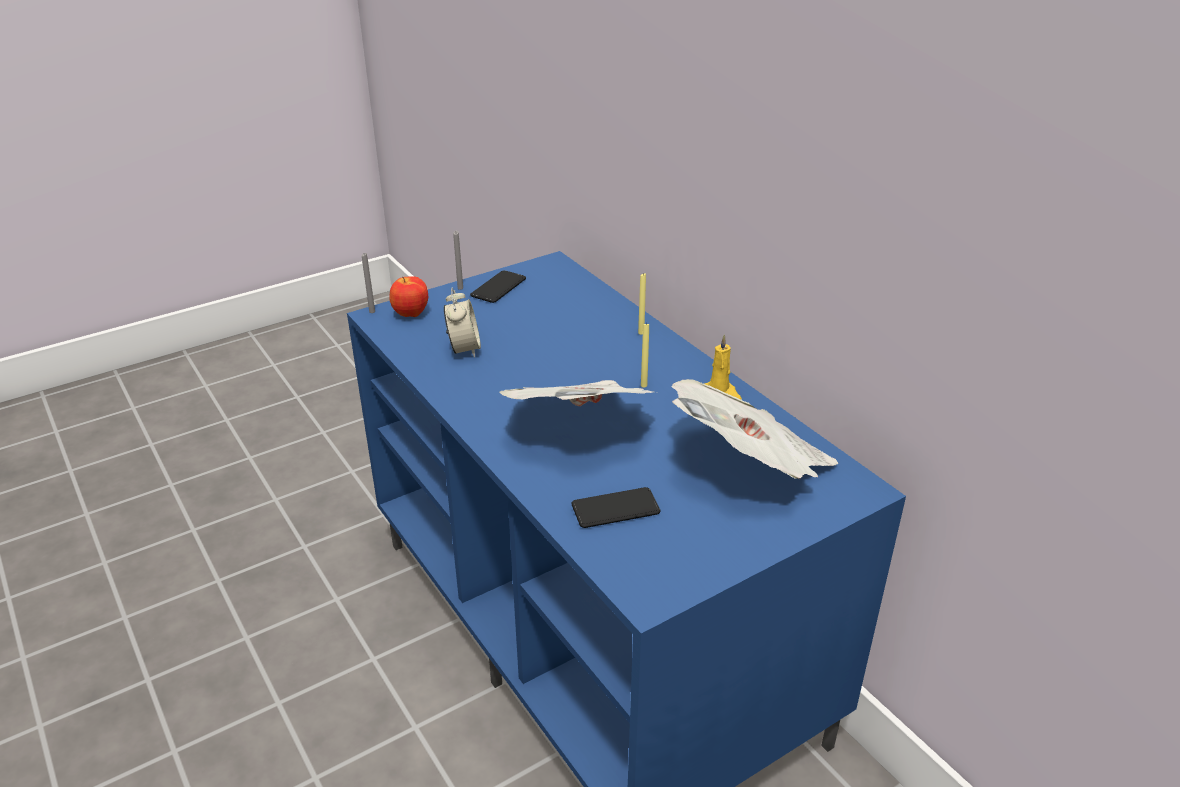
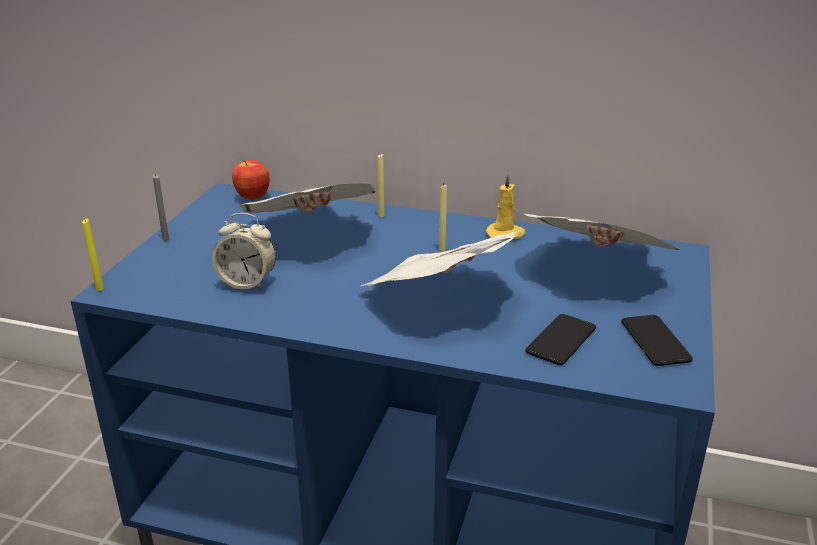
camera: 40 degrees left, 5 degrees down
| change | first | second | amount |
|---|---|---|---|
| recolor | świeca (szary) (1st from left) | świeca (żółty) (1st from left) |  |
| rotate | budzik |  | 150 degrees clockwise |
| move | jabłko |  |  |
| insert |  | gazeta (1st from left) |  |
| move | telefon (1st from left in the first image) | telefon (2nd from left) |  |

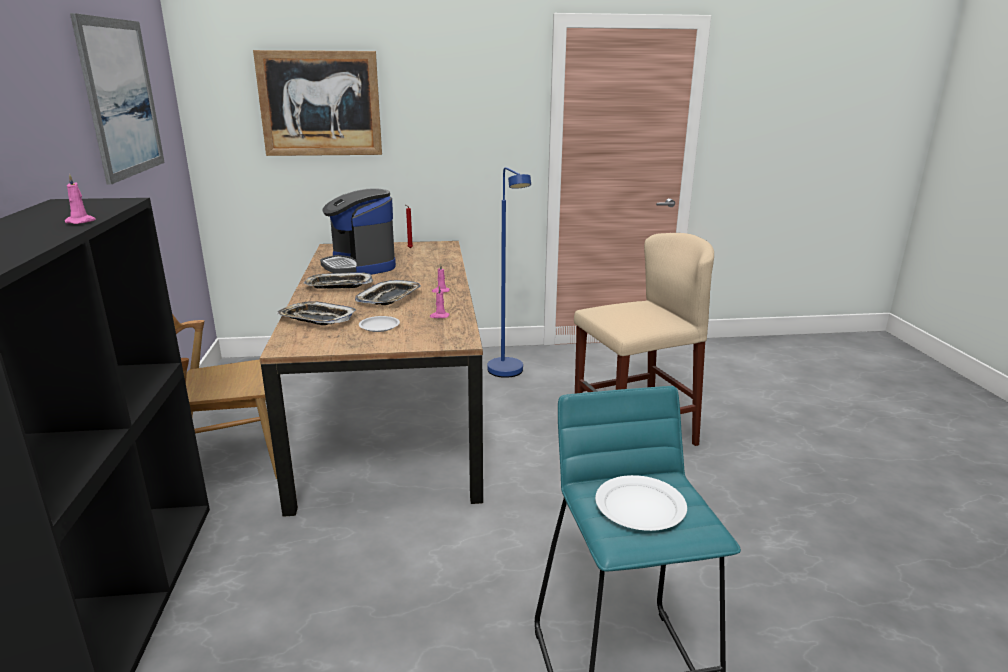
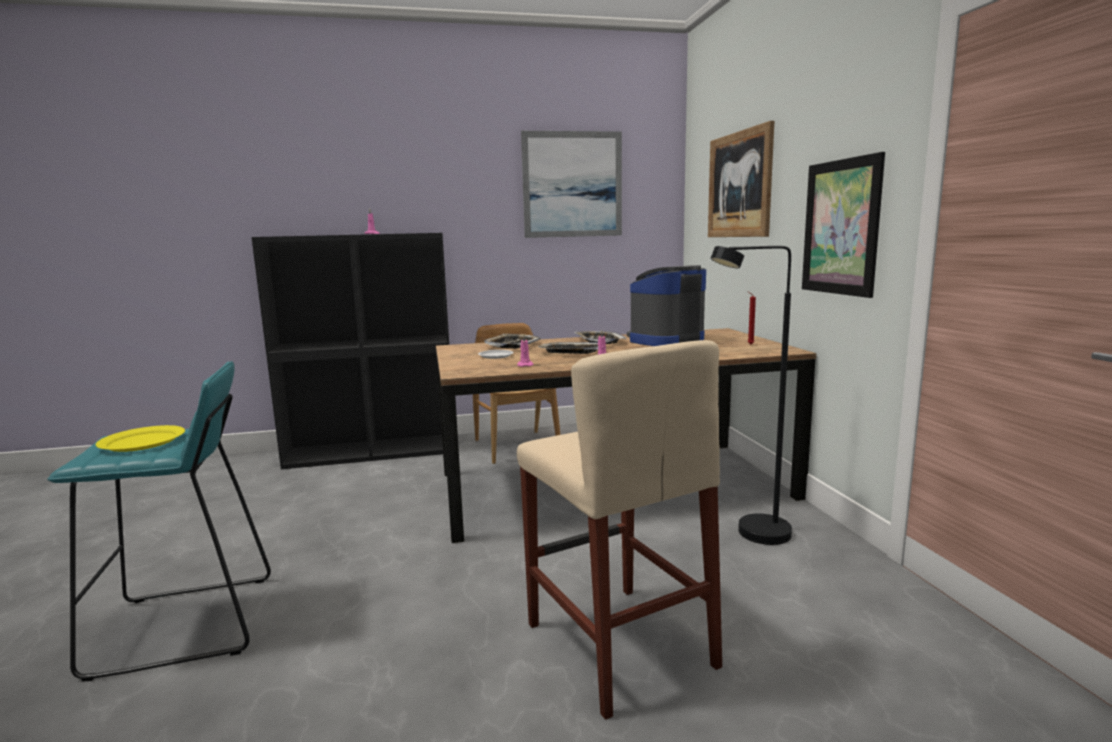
camera: 85 degrees right, 10 degrees down
| change | first | second | amount |
|---|---|---|---|
| recolor | talerz (biały) (2nd from left) | talerz (żółty) |  |
| recolor | lampa stojąca (niebieski) | lampa stojąca (czarny) |  |
| insert |  | obraz (3rd from left) |  |

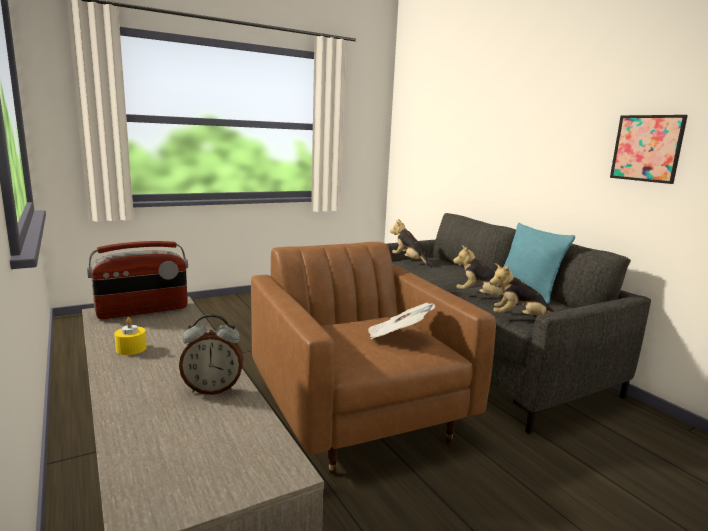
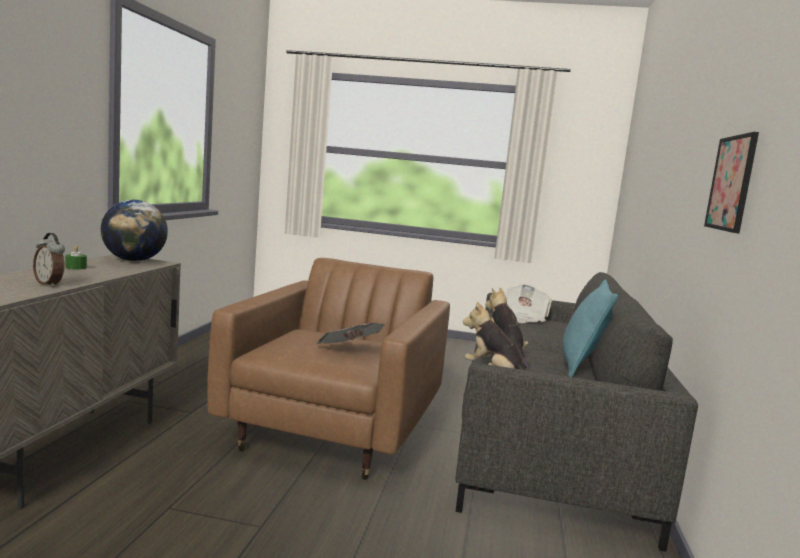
camera: 40 degrees right, 5 degrees down
| change | first | second | amount |
|---|---|---|---|
| recolor | świeca (żółty) | świeca (zielony) |  |
| replace | radio | globus |  |
| replace | pluszak (1st from left) | gazeta (2nd from left) |  |

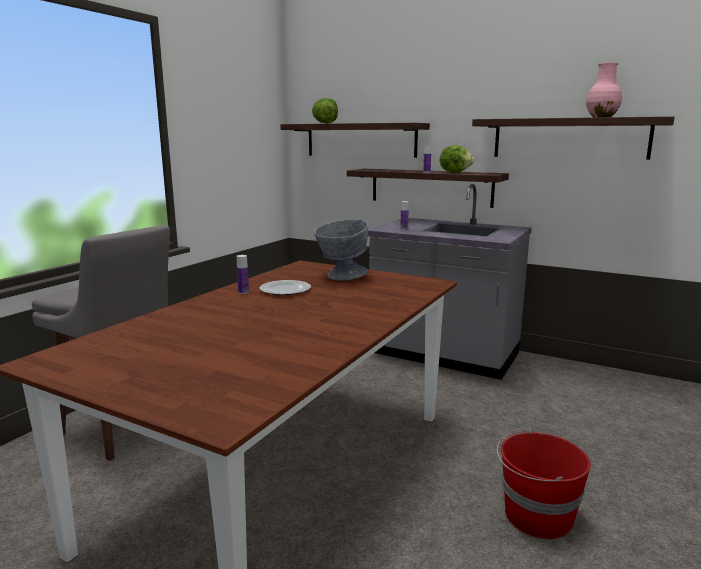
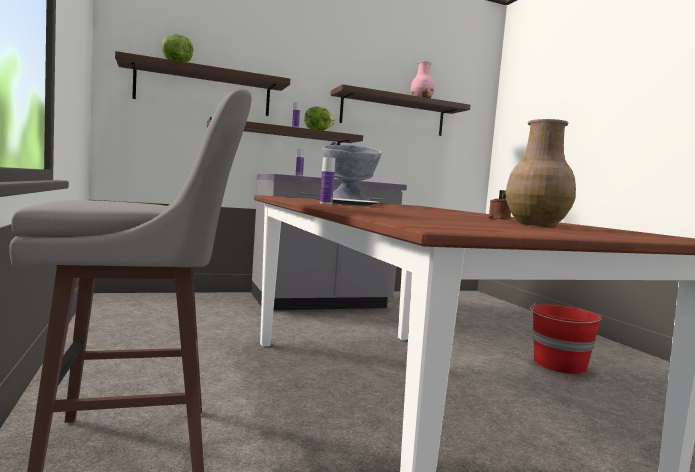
camera: 50 degrees left, 10 degrees down
| change | first | second | amount |
|---|---|---|---|
| insert |  | świeca (brązowy) |  |
| insert |  | wazon (brązowy) |  |

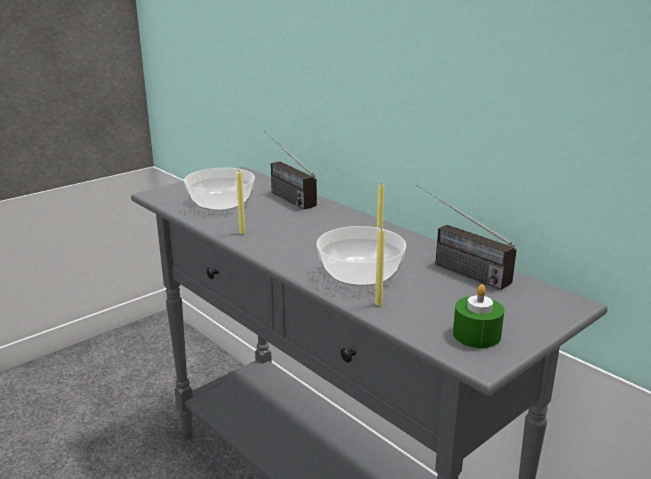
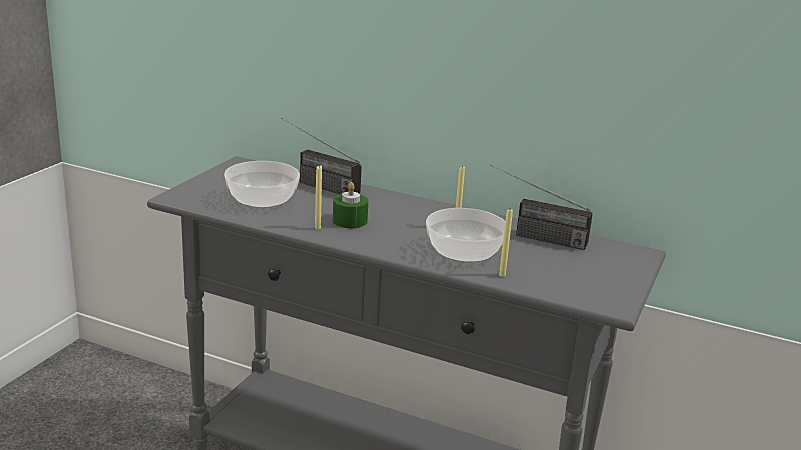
camera: 25 degrees left, 0 degrees up
| change | first | second | amount |
|---|---|---|---|
| move | świeca (zielony) |  |  |

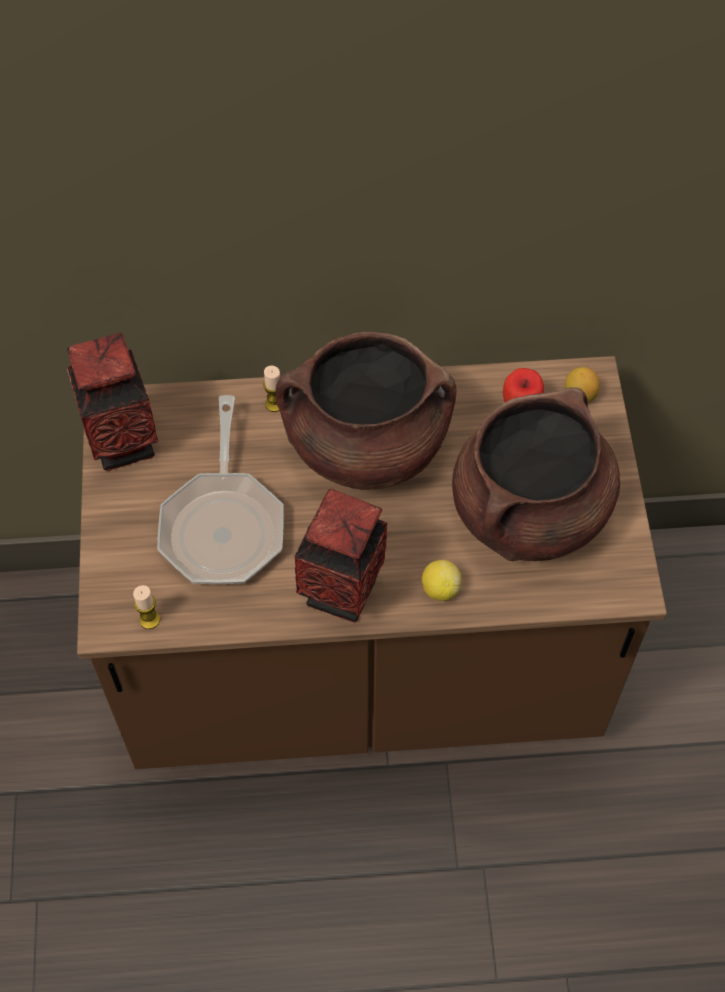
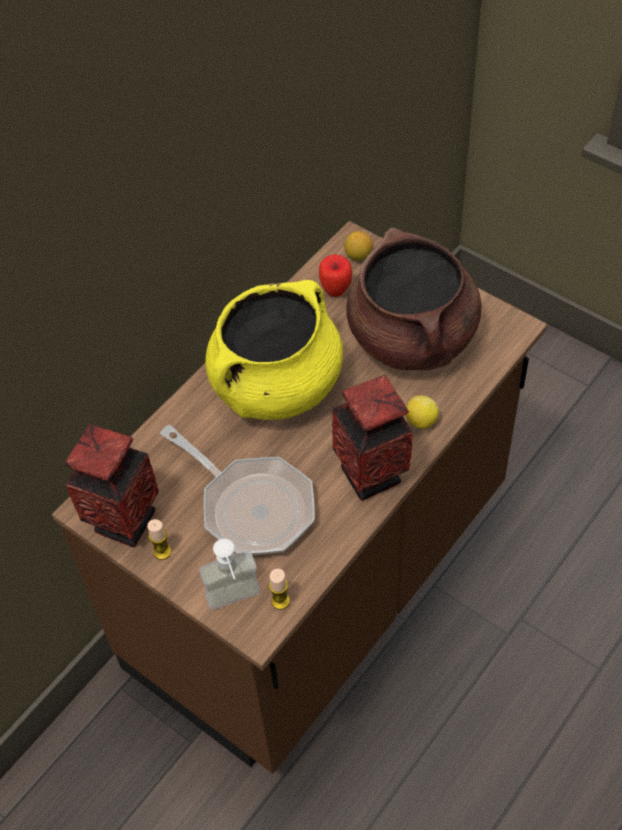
camera: 45 degrees left, 5 degrees down
| change | first | second | amount |
|---|---|---|---|
| move | świeca (2nd from left in the first image) | świeca (1st from left) |  |
| insert |  | dozownik mydła |  |
| recolor | garnek (brązowy) (1st from left) | garnek (żółty) |  |

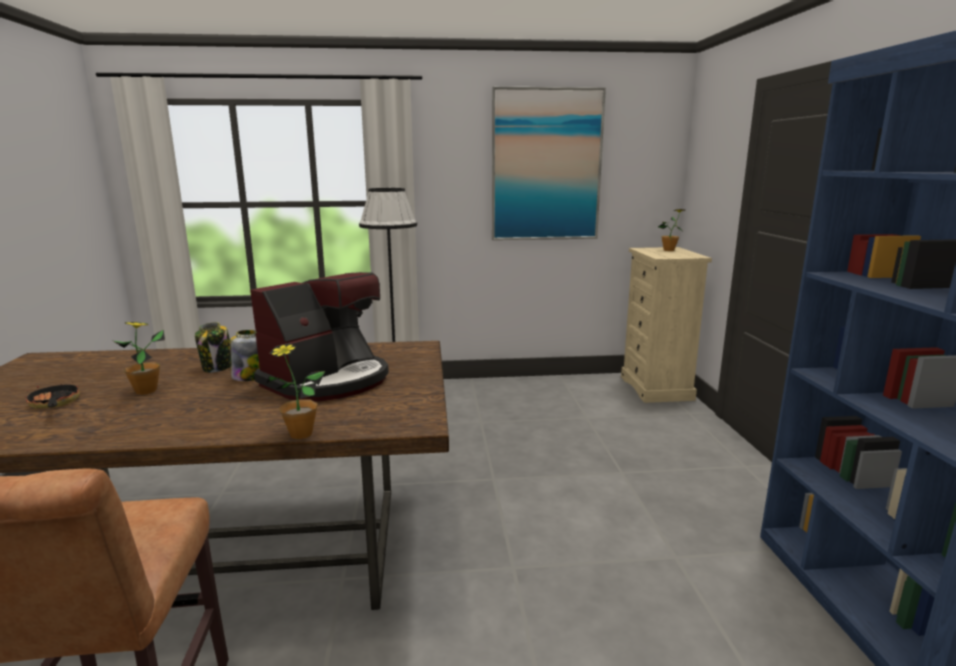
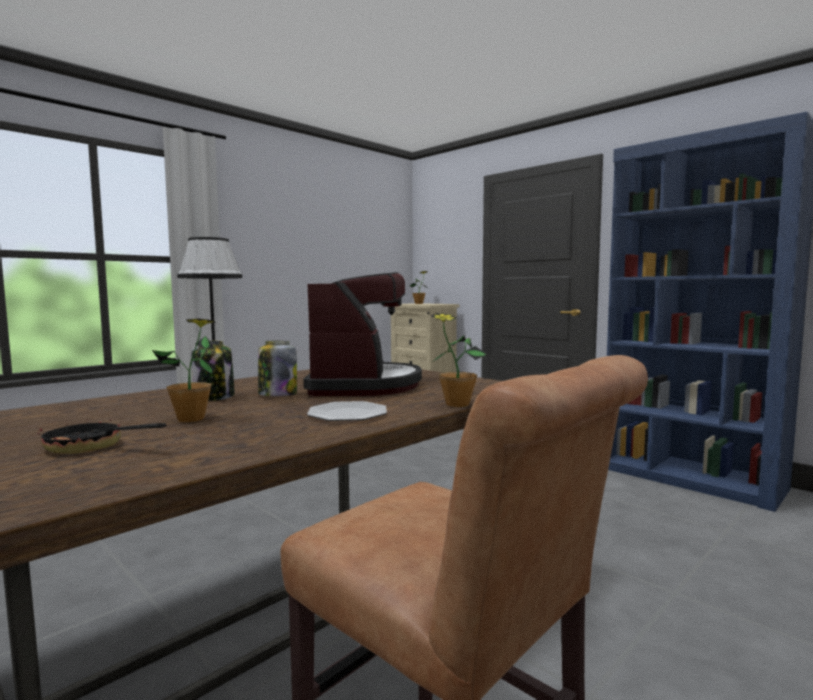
camera: 40 degrees left, 10 degrees down
| change | first | second | amount |
|---|---|---|---|
| insert |  | talerz |  |
| delete | obraz |  |  |

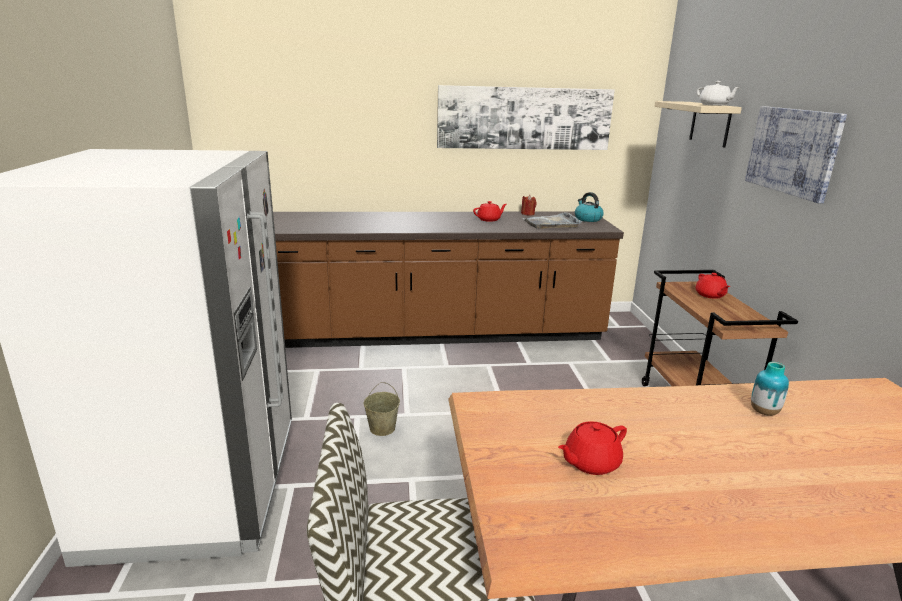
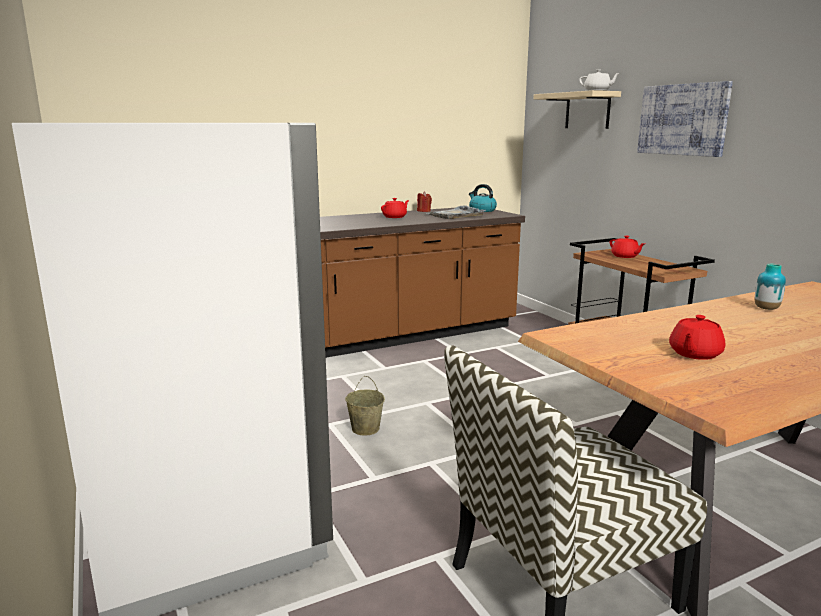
camera: 20 degrees left, 5 degrees down
| change | first | second | amount |
|---|---|---|---|
| delete | obraz (1st from left) |  |  |

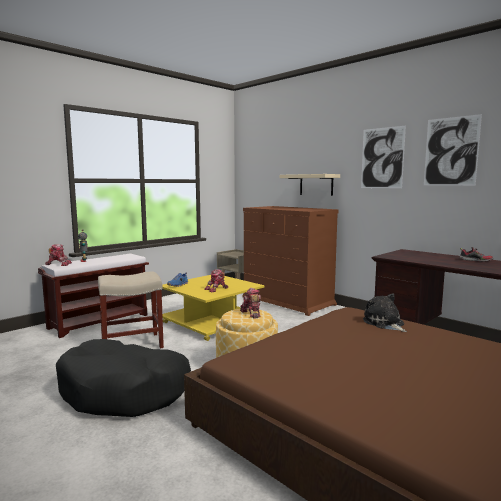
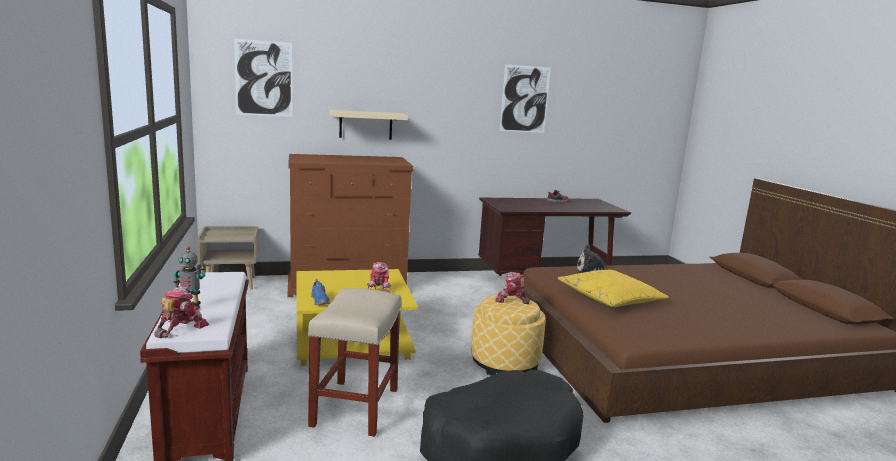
camera: 60 degrees left, 5 degrees up
| change | first | second | amount |
|---|---|---|---|
| move | obraz (1st from left) |  |  |
| insert |  | poduszka (żółty) |  |

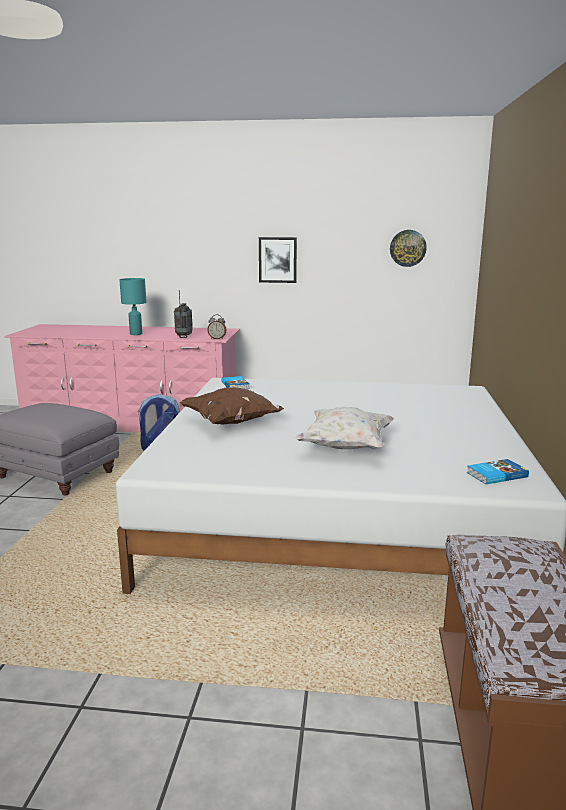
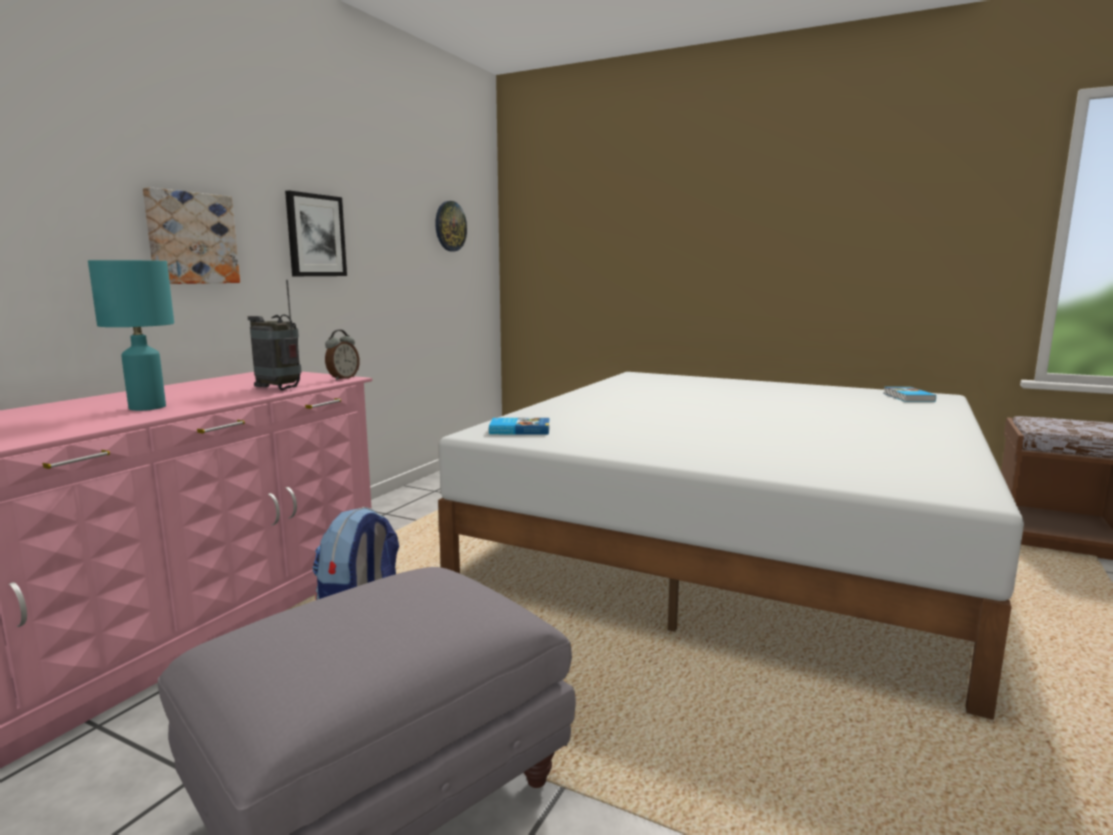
camera: 70 degrees left, 5 degrees down
| change | first | second | amount |
|---|---|---|---|
| insert |  | obraz (1st from left) |  |
| delete | poduszka (brązowy) |  |  |
| delete | poduszka (biały) |  |  |

